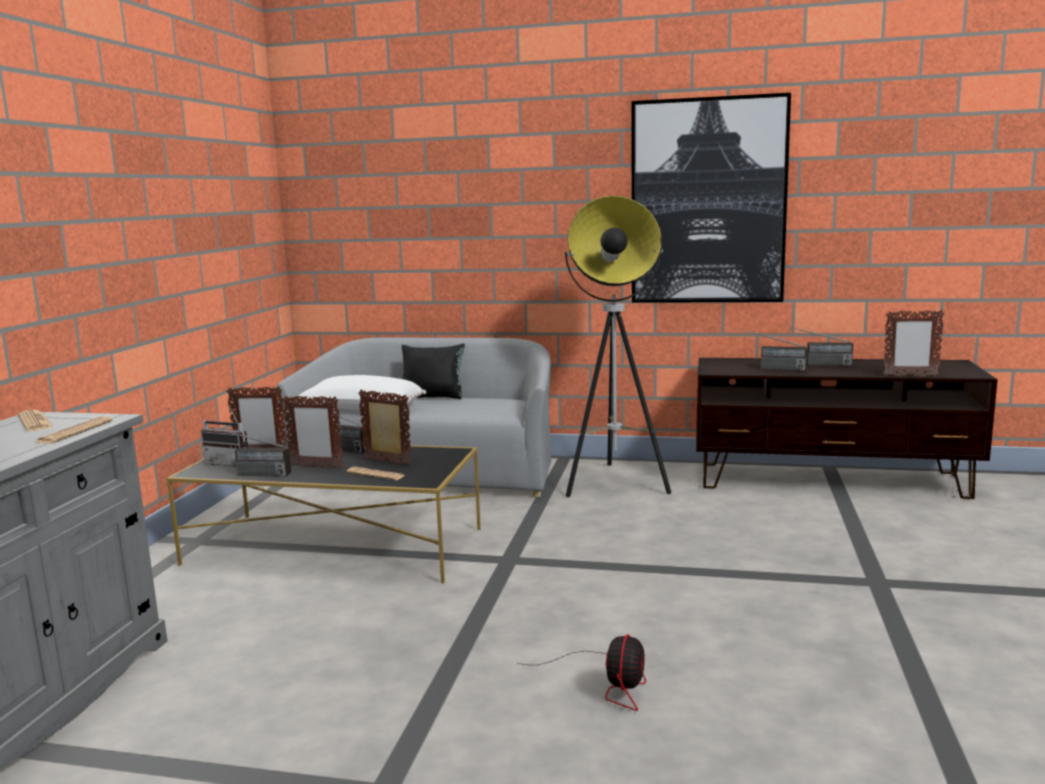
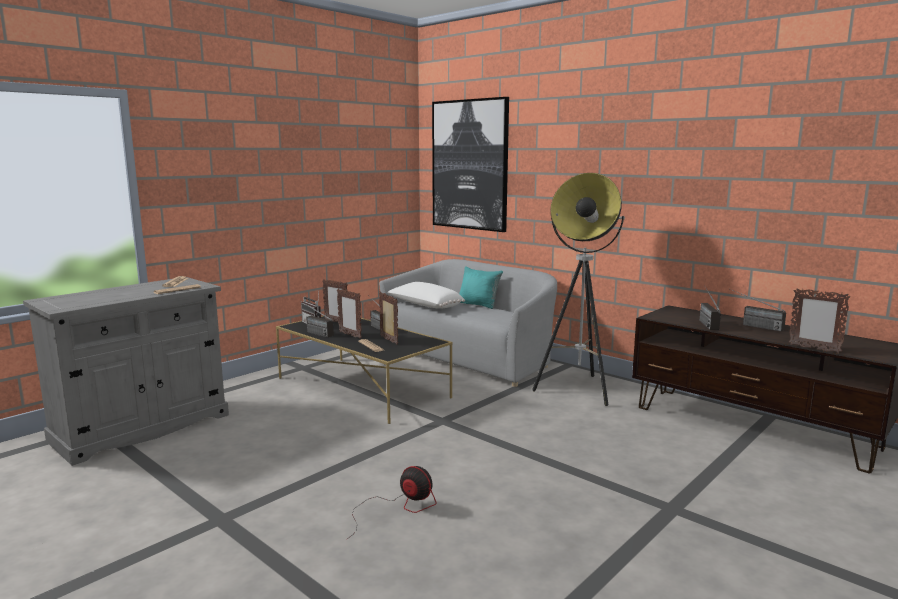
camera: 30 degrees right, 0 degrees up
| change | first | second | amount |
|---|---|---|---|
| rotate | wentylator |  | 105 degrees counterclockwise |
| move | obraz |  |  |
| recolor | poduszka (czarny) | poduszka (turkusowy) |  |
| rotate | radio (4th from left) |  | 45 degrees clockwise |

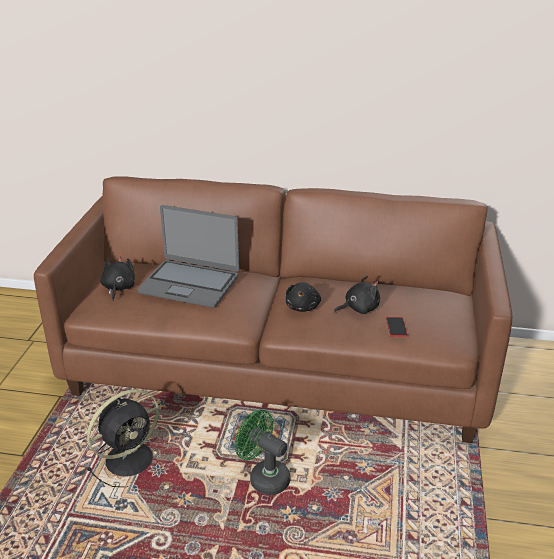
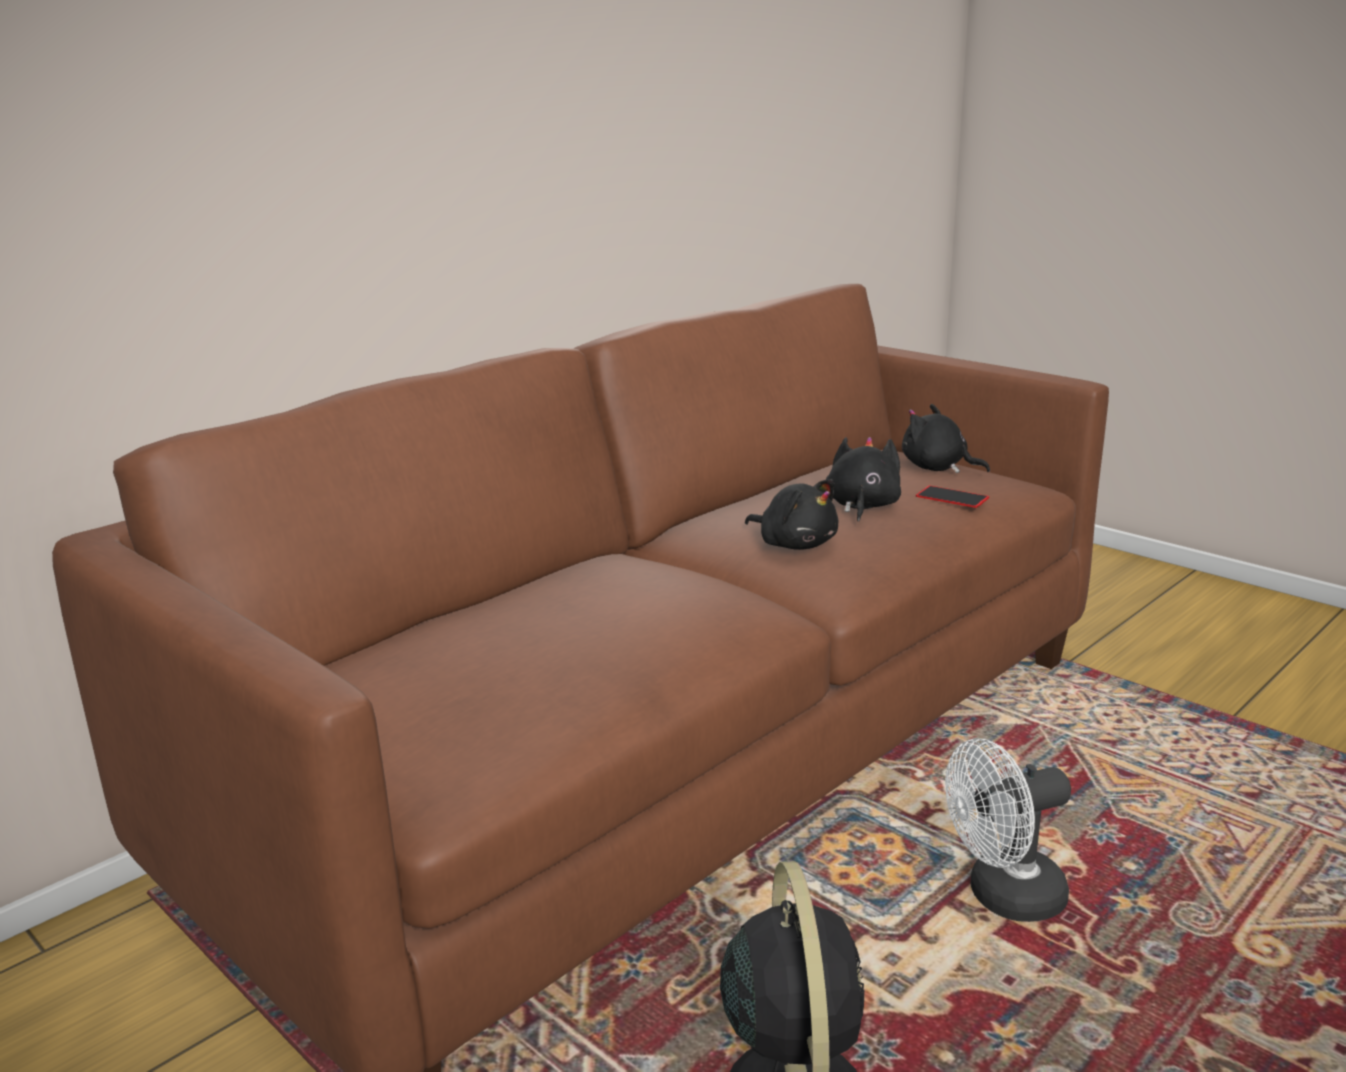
camera: 55 degrees left, 10 degrees down
| change | first | second | amount |
|---|---|---|---|
| move | pluszak (czarny) (1st from left in the first image) | pluszak (czarny) (3rd from left) |  |
| recolor | wentylator (zielony) | wentylator (biały) |  |
| delete | laptop |  |  |

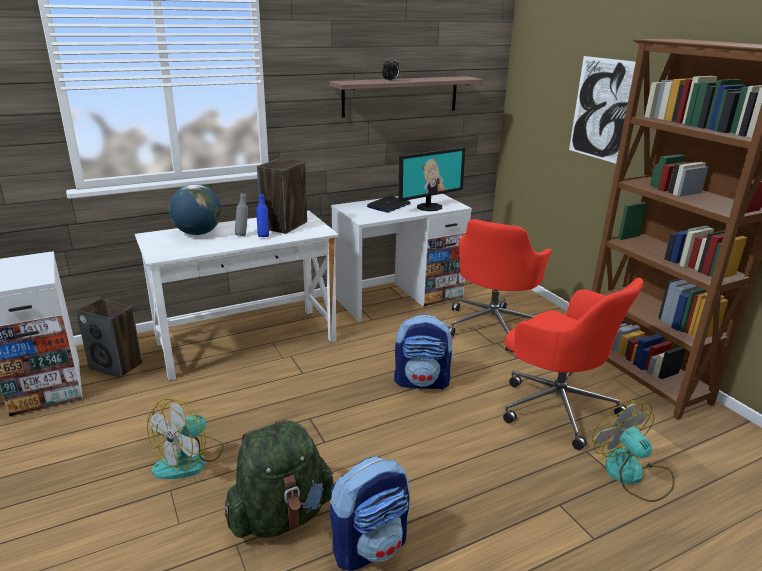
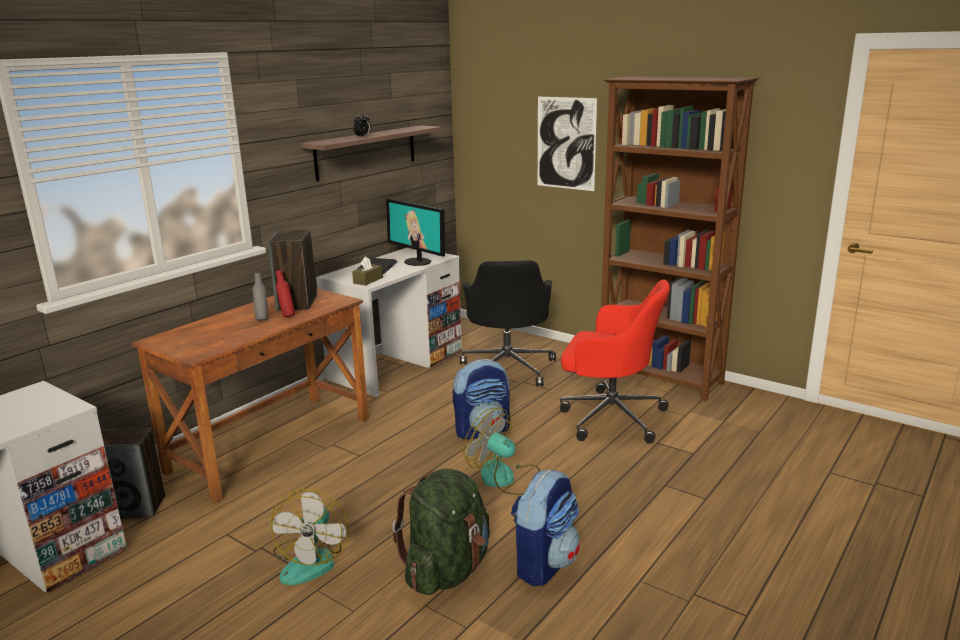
camera: 25 degrees left, 5 degrees down
| change | first | second | amount |
|---|---|---|---|
| recolor | biurko (biały) (2nd from left) | biurko (brązowy) |  |
| recolor | butelka (niebieski) | butelka (czerwony) |  |
| insert |  | pudełko chusteczek (brązowy) |  |
| rotate | monitor |  | 105 degrees clockwise |
| recolor | krzesło biurowe (czerwony) (1st from left) | krzesło biurowe (czarny) |  |
| move | wentylator (2nd from left) |  |  |
| delete | globus |  |  |

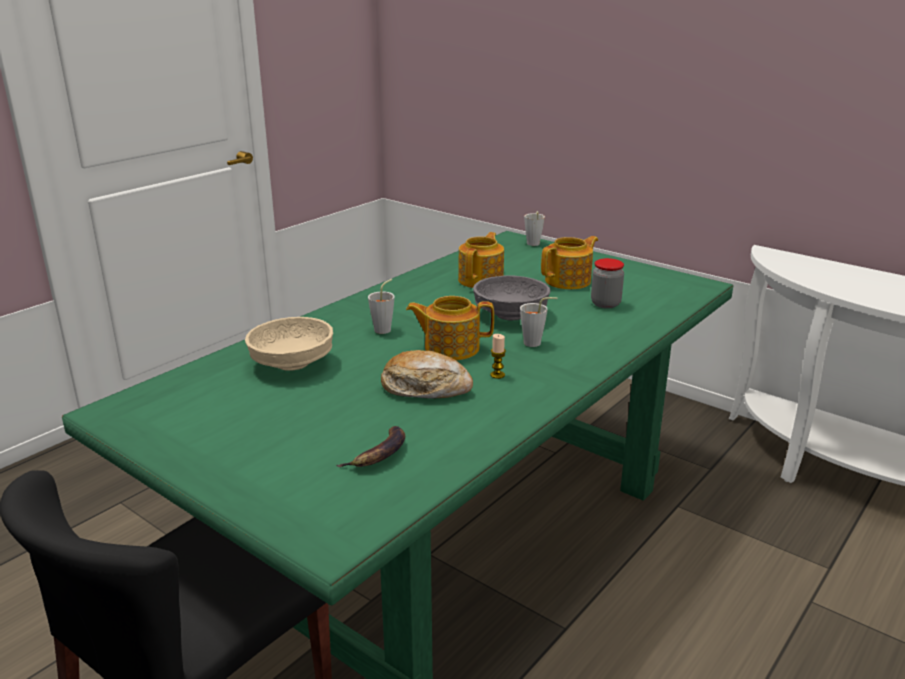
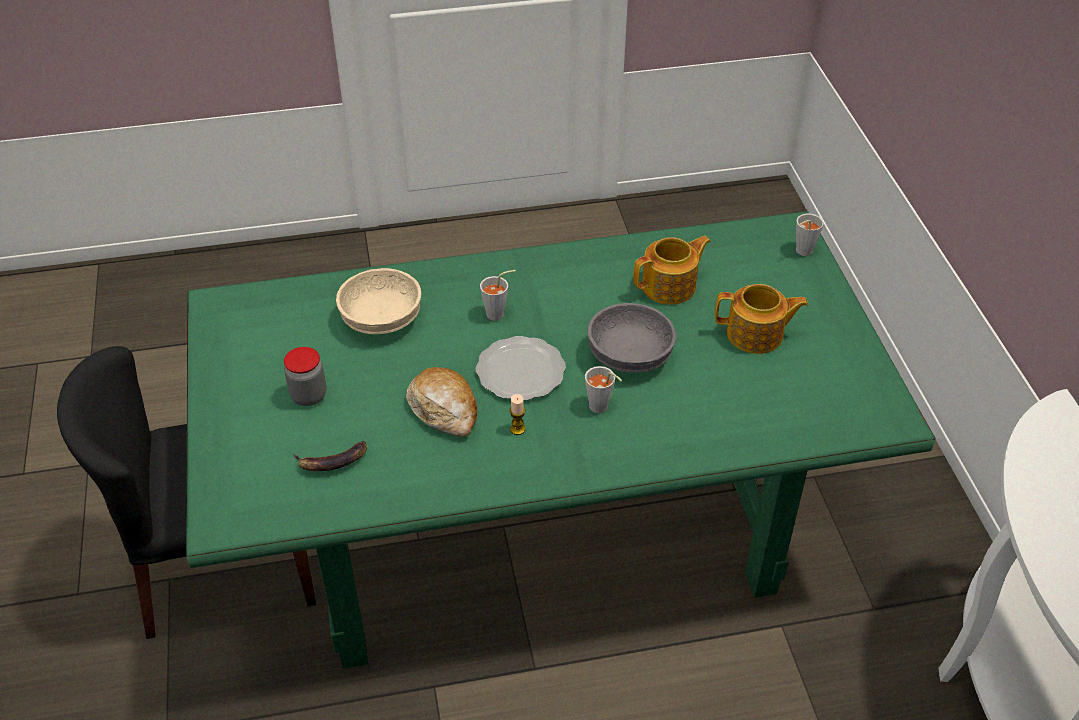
camera: 40 degrees right, 20 degrees up
| change | first | second | amount |
|---|---|---|---|
| move | słoik |  |  |
| replace | imbryk (1st from left) | talerz |  |

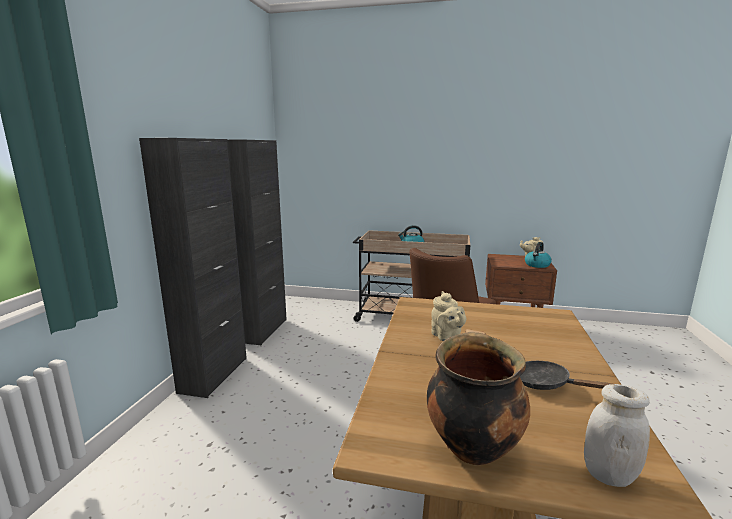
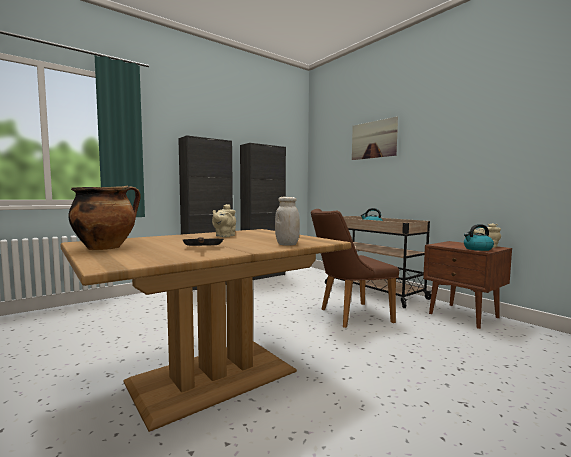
camera: 40 degrees right, 10 degrees down
| change | first | second | amount |
|---|---|---|---|
| move | słoik (biały) |  |  |
| insert |  | obraz |  |

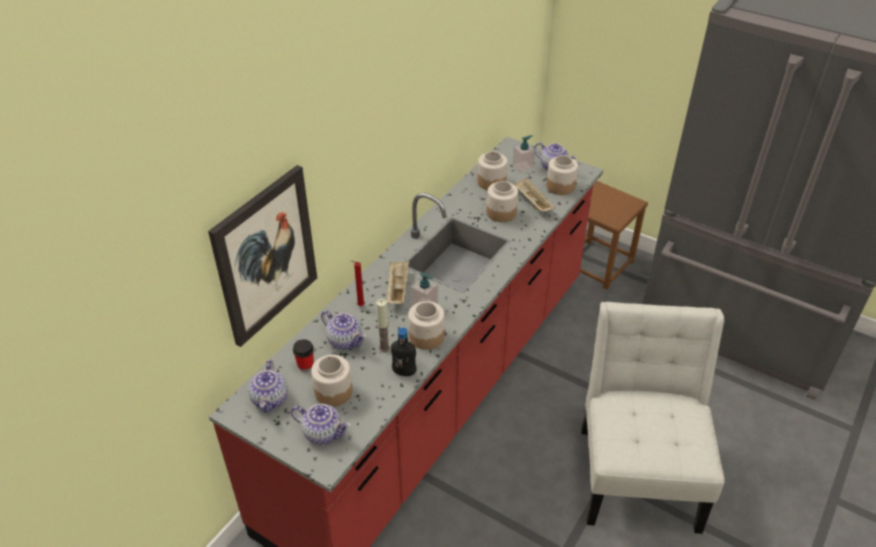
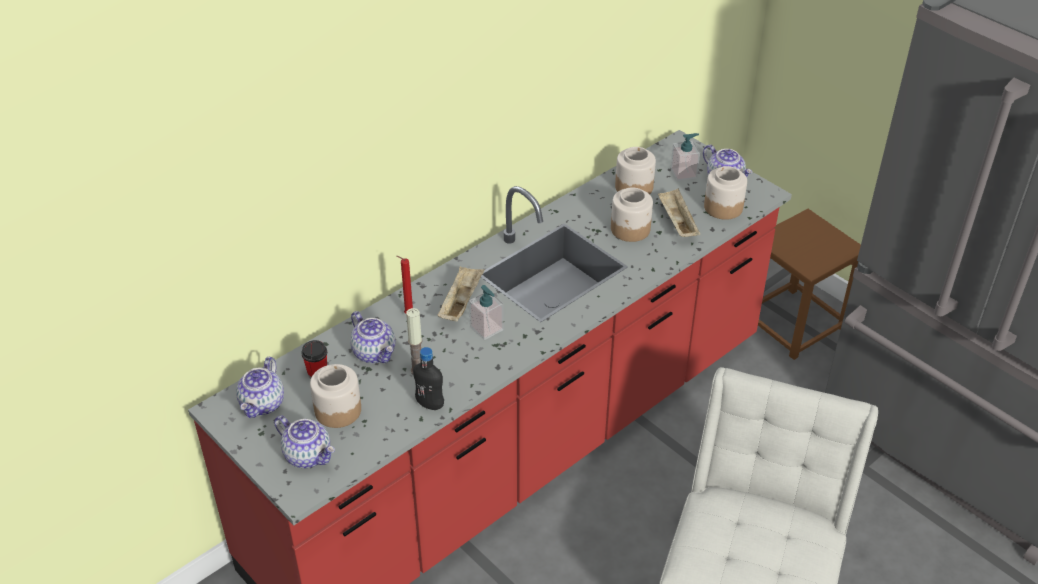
camera: 15 degrees right, 0 degrees up
| change | first | second | amount |
|---|---|---|---|
| delete | obraz |  |  |
| delete | słoik (2nd from left) |  |  |

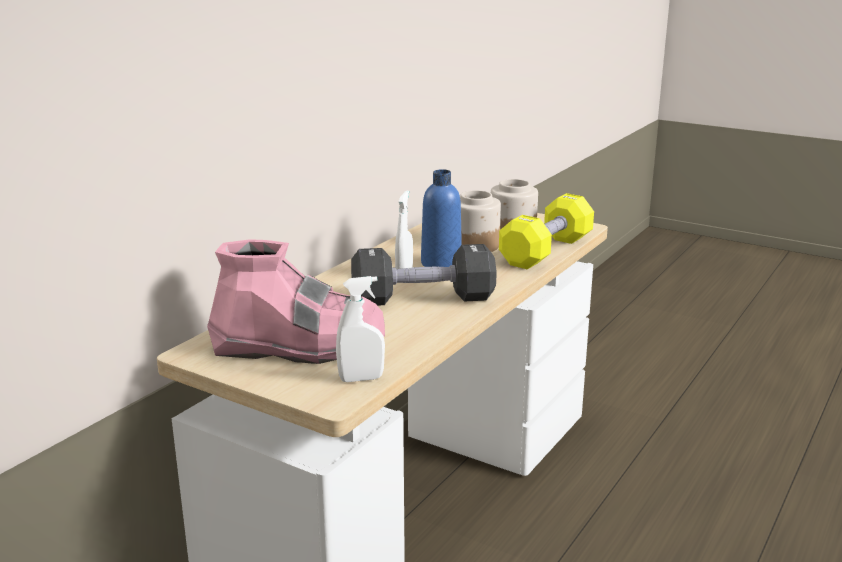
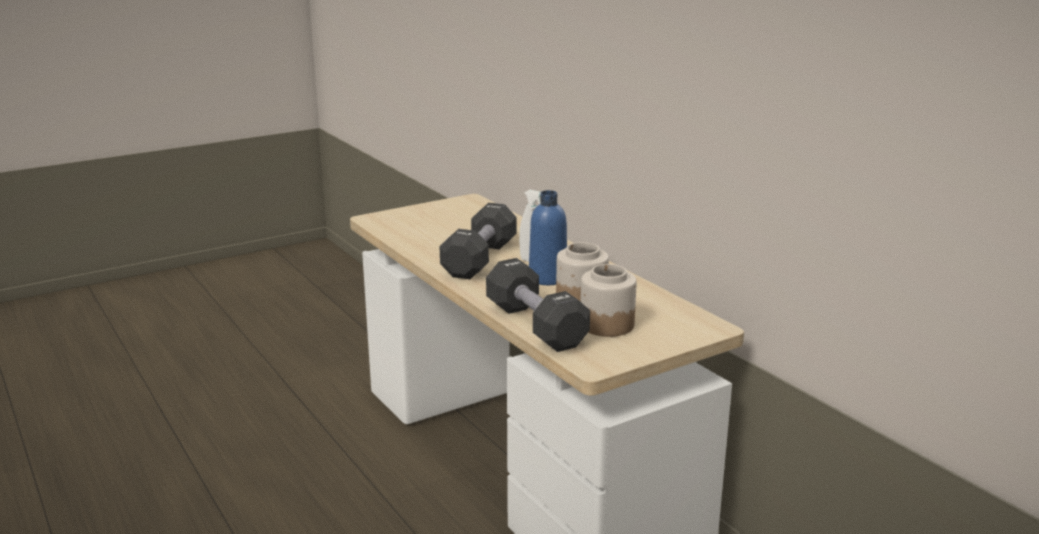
camera: 115 degrees right, 0 degrees up
| change | first | second | amount |
|---|---|---|---|
| recolor | hantel (żółty) | hantel (czarny) (2nd from left) |  |
| delete | but z cholewką (różowy) |  |  |
| delete | spryskiwacz (biały) (1st from left) |  |  |

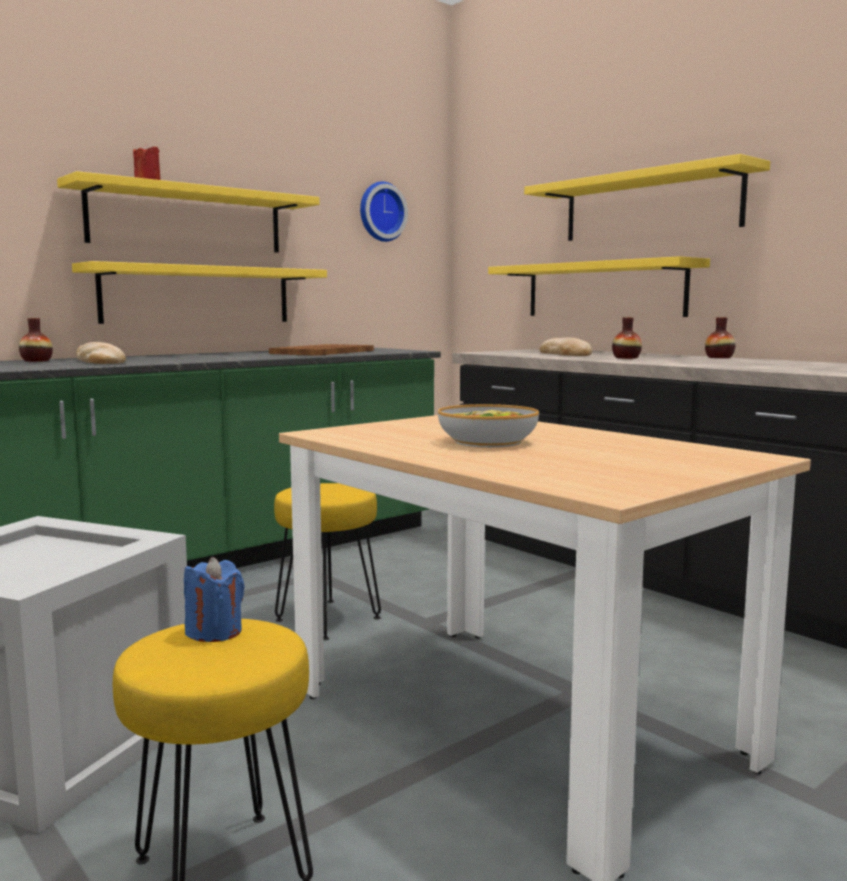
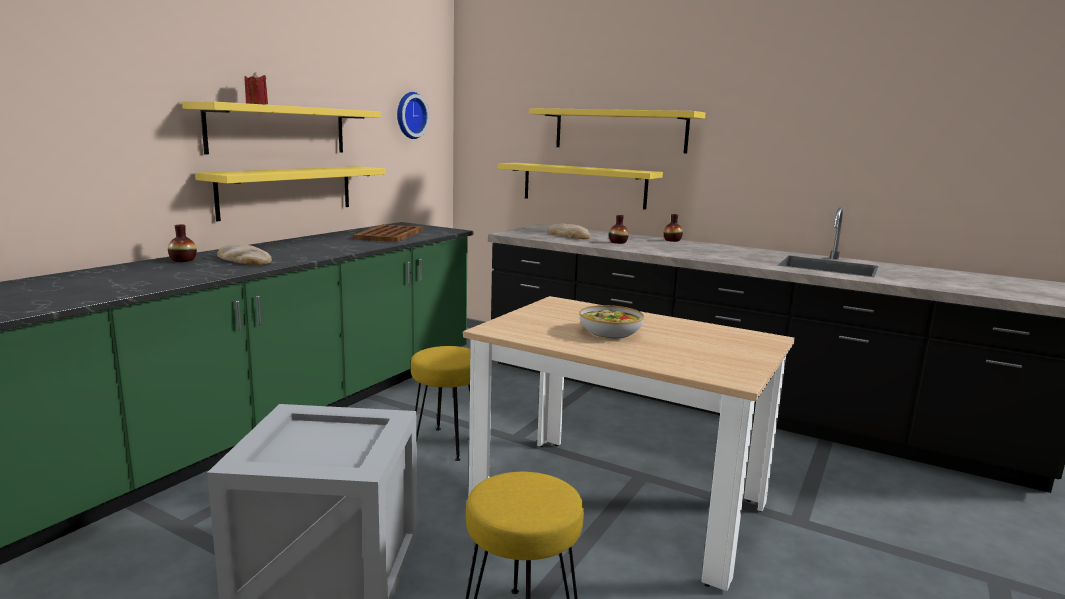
camera: 20 degrees left, 5 degrees up
| change | first | second | amount |
|---|---|---|---|
| delete | świeca (niebieski) |  |  |

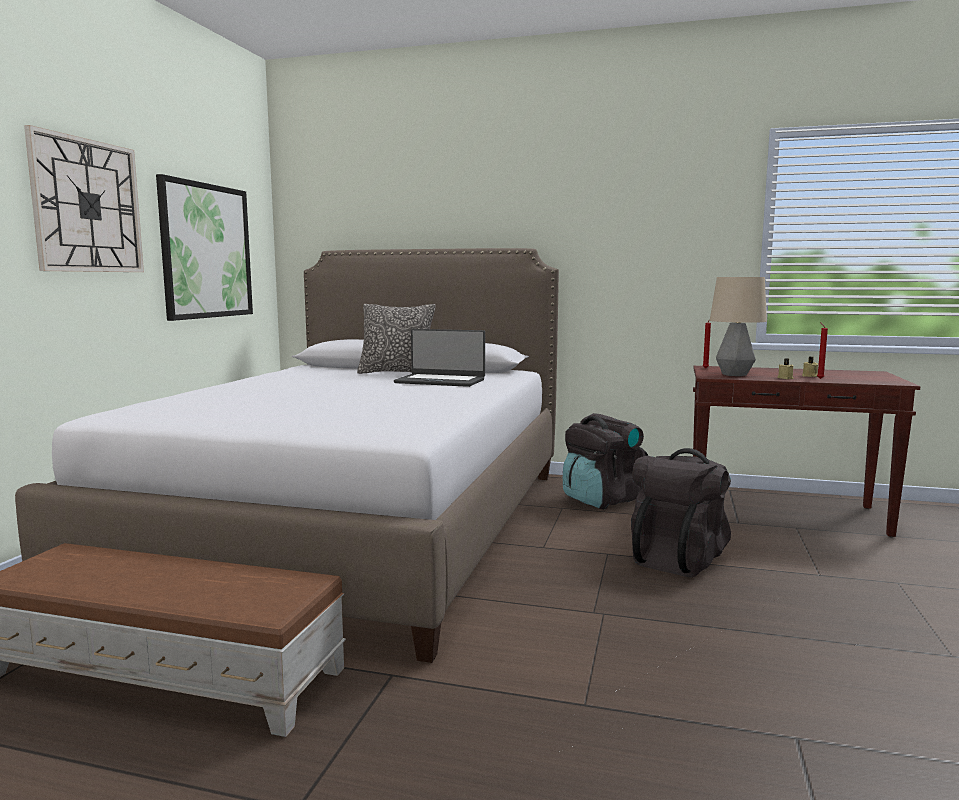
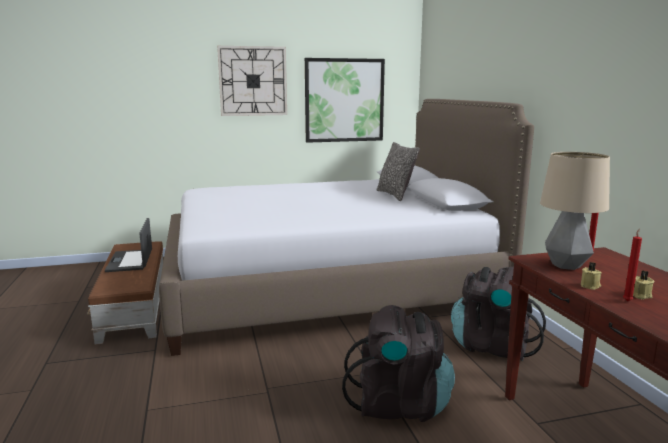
camera: 60 degrees right, 5 degrees up
| change | first | second | amount |
|---|---|---|---|
| move | laptop |  |  |

